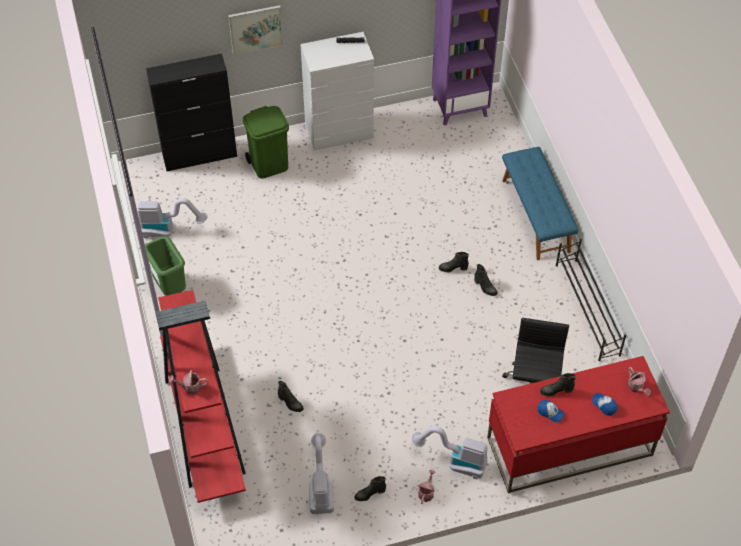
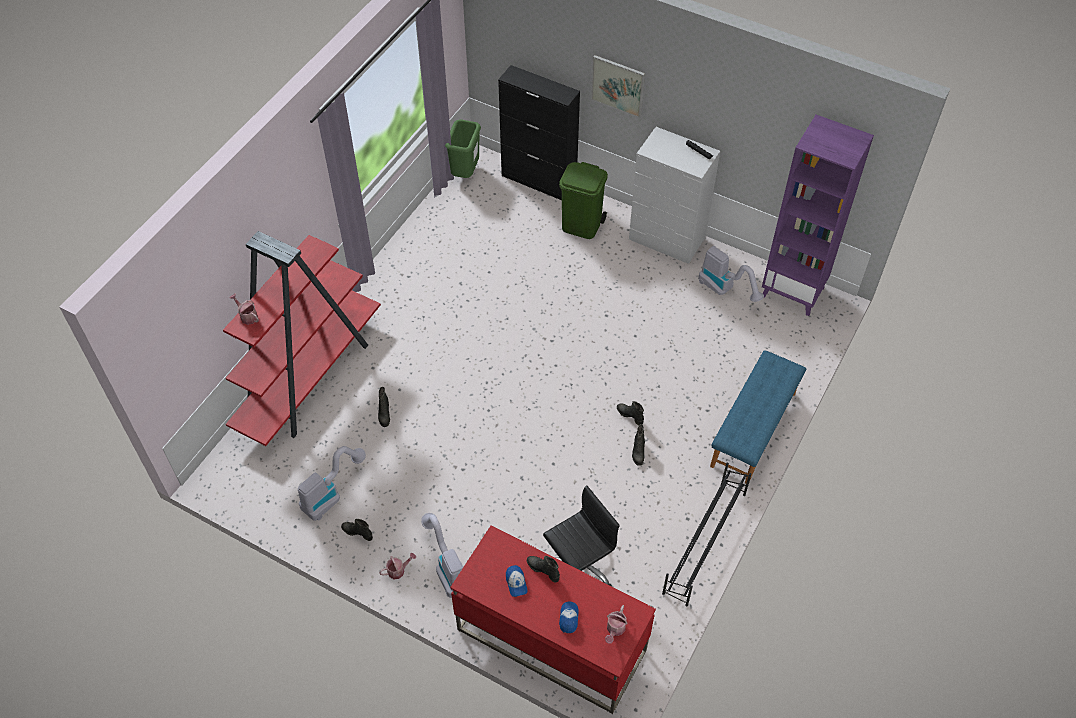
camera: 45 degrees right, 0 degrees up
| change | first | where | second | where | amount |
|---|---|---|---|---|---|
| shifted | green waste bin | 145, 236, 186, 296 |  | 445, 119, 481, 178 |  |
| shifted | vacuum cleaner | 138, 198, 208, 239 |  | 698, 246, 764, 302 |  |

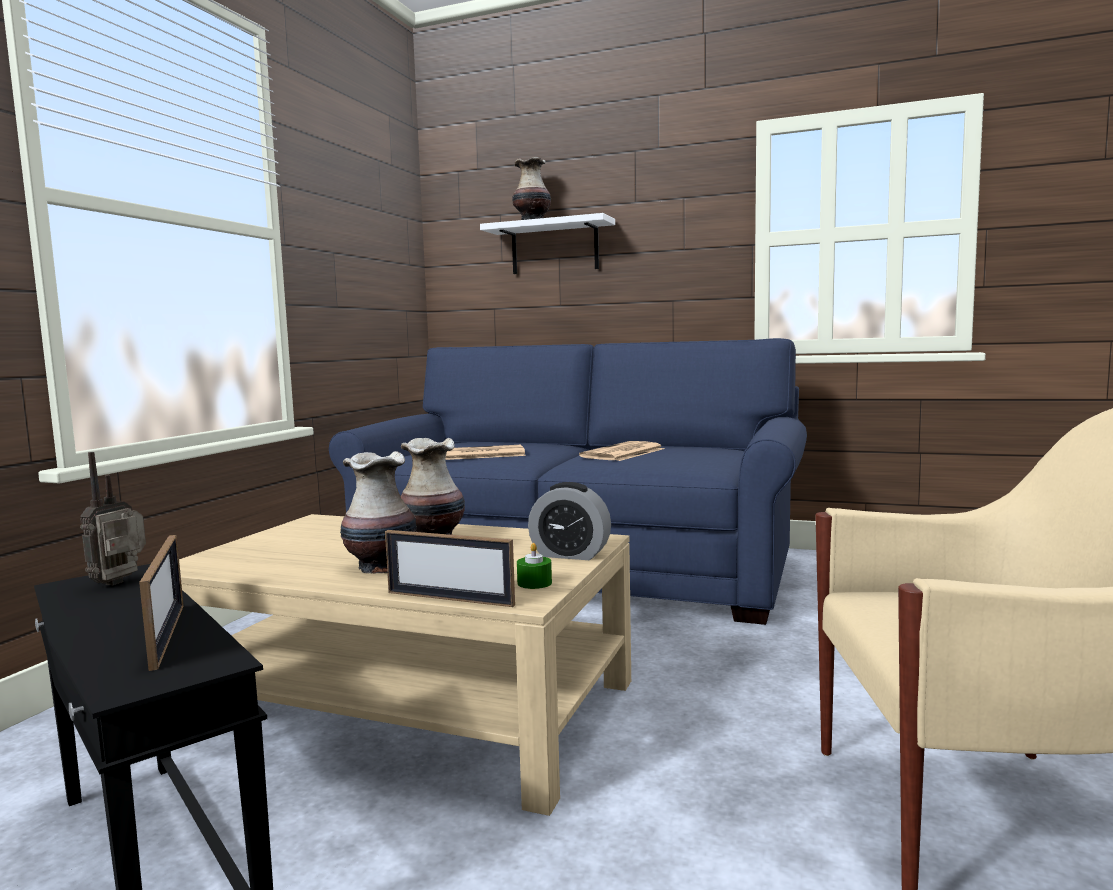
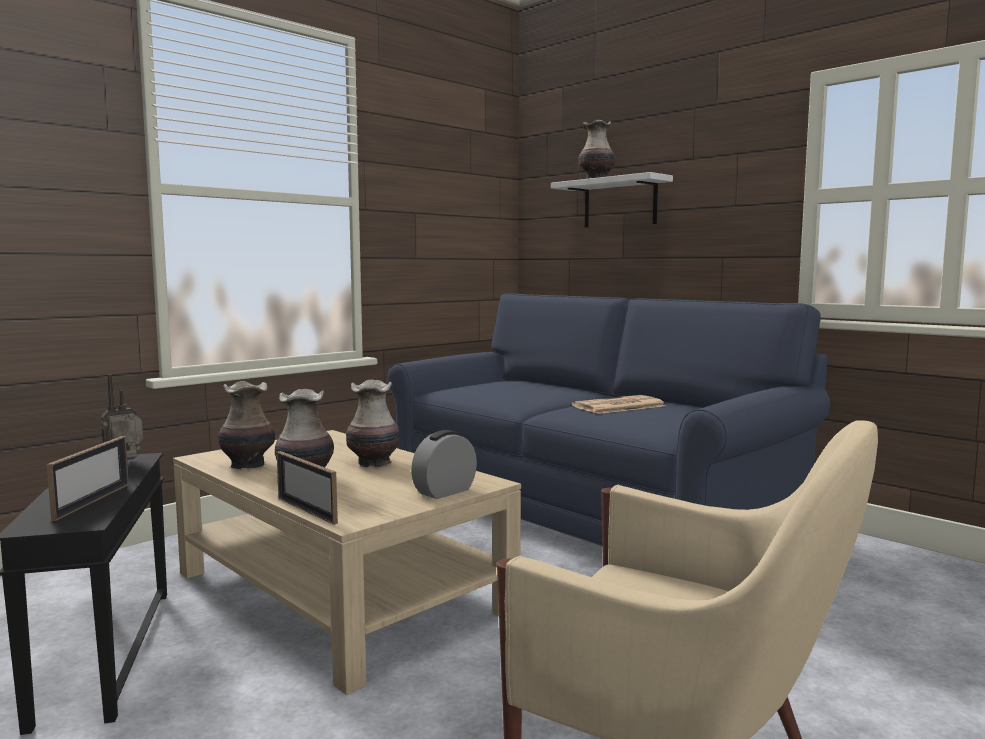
camera: 25 degrees right, 0 degrees up
| change | first | where | second | where | amount |
|---|---|---|---|---|---|
| new |  |  | vase | 218, 381, 275, 469 |  |
| rotated | table clock | 528, 482, 611, 560 |  | 411, 430, 477, 499 | 90 degrees clockwise |
| gone | printed paper | 445, 445, 526, 460 |  |  |  |
| gone | green wax light | 517, 543, 552, 589 |  |  |  |

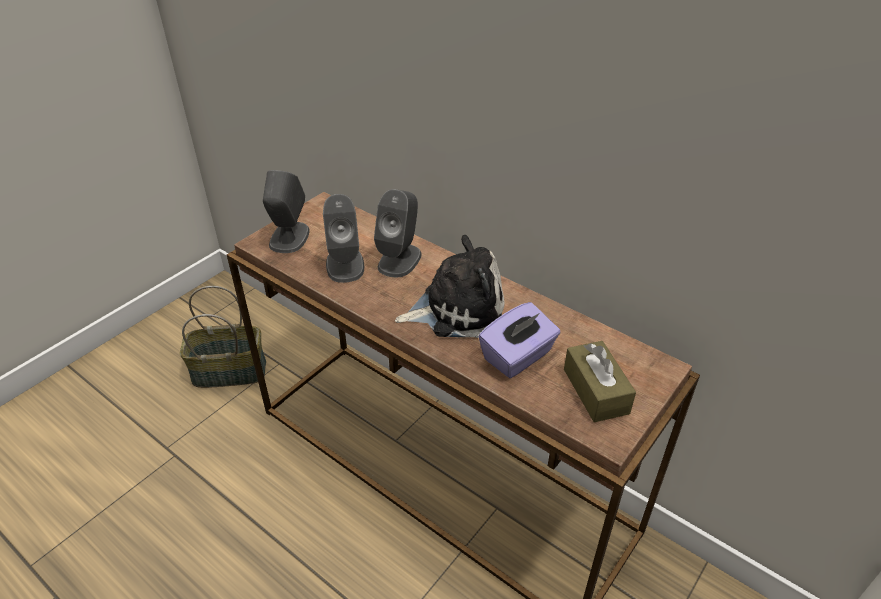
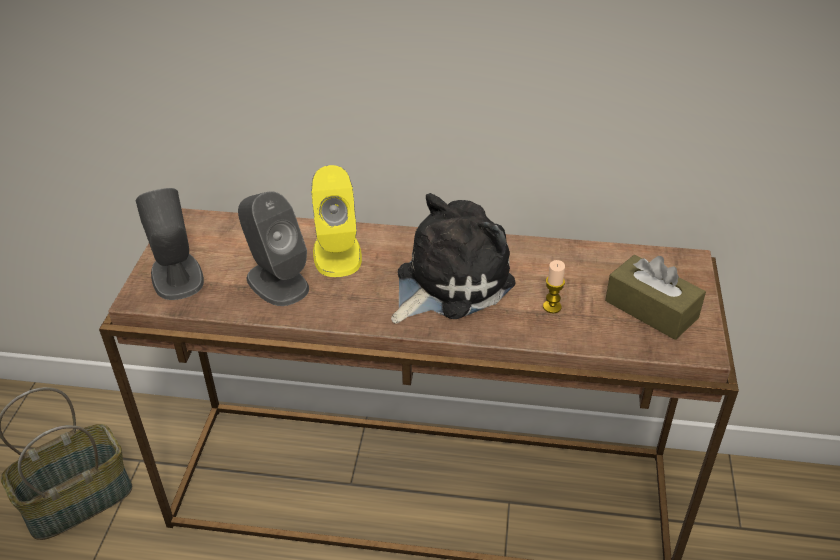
camera: 30 degrees left, 0 degrees up
| change | first | where | second | where | amount |
|---|---|---|---|---|---|
| repainted | grey speaker | 374, 189, 421, 278 | yellowish speaker | 311, 165, 362, 277 |  |
| swapped | purple-coloured box of tissues | 478, 302, 561, 378 | wax light | 543, 260, 565, 313 |  |

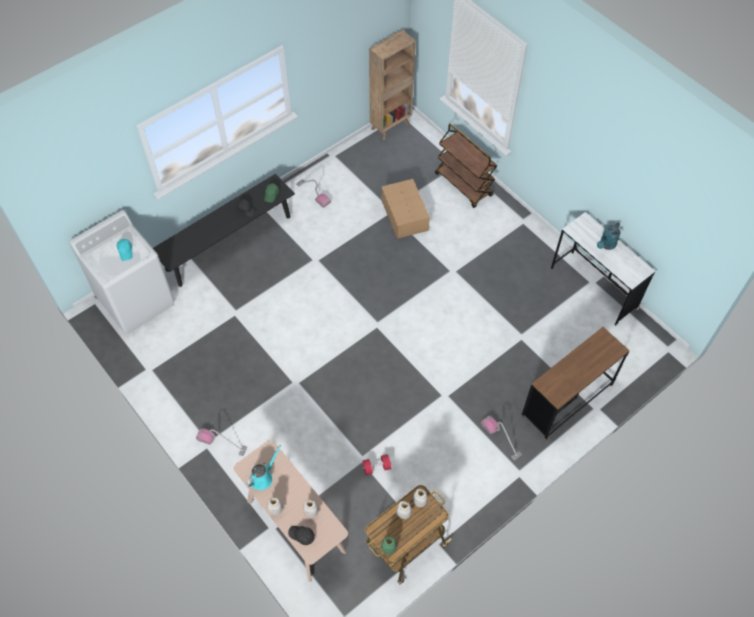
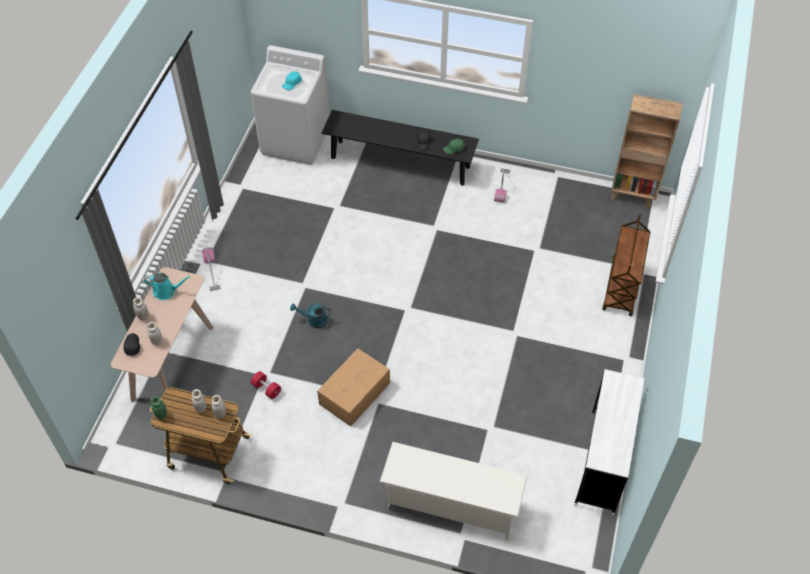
camera: 55 degrees right, 5 degrees down
| change | first | where | second | where | amount |
|---|---|---|---|---|---|
| shifted | turquoise-coloured sprinkling can | 597, 222, 621, 250 |  | 290, 303, 331, 328 |  |
| shifted | packing box | 381, 179, 430, 239 |  | 317, 348, 390, 426 |  |
| swapped | brown desk table | 520, 327, 630, 441 | white shoe shelf | 380, 442, 528, 541 |  |
| gone | vacuum cleaner | 481, 415, 522, 461 |  |  |  |

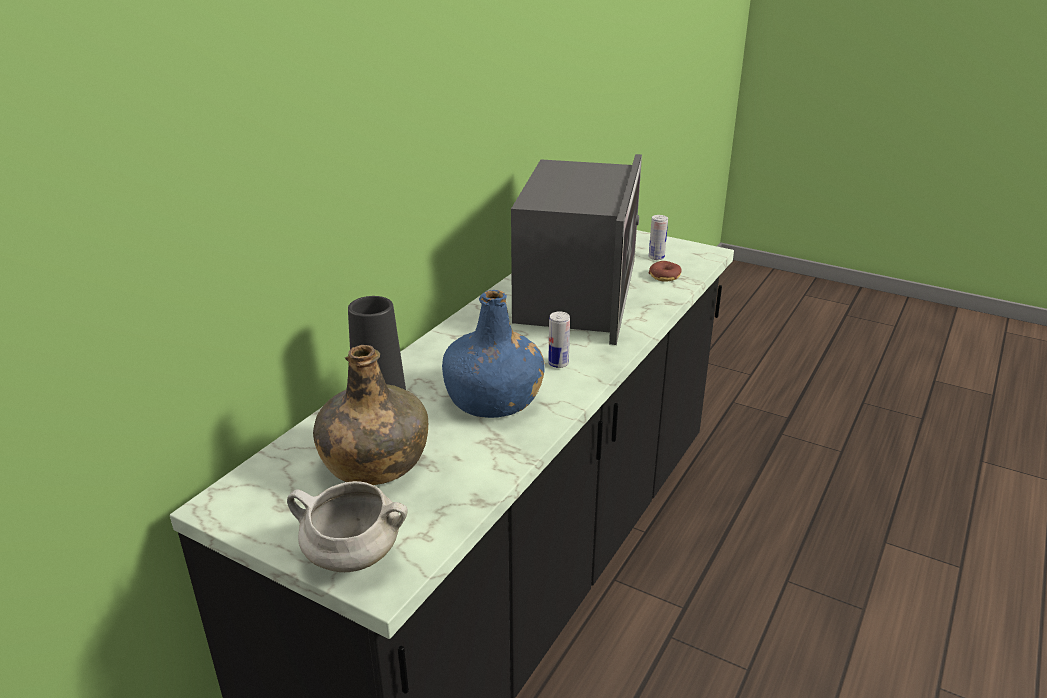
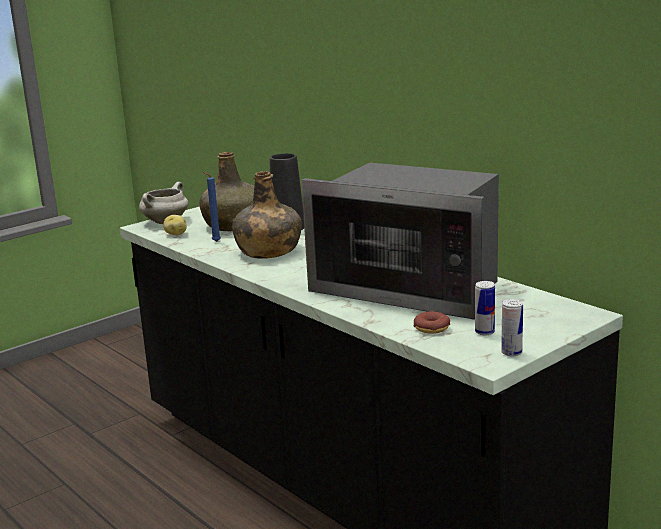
camera: 110 degrees right, 10 degrees down
| change | first | where | second | where | amount |
|---|---|---|---|---|---|
| new |  |  | spud | 163, 215, 187, 236 |  |
| new |  |  | blue-coloured wax light | 202, 171, 221, 242 |  |
| repainted | blue-coloured beverage bottle | 442, 290, 545, 418 | green beverage bottle | 232, 171, 302, 259 |  |
| shifted | metal can | 548, 311, 570, 368 |  | 501, 299, 523, 356 |  |

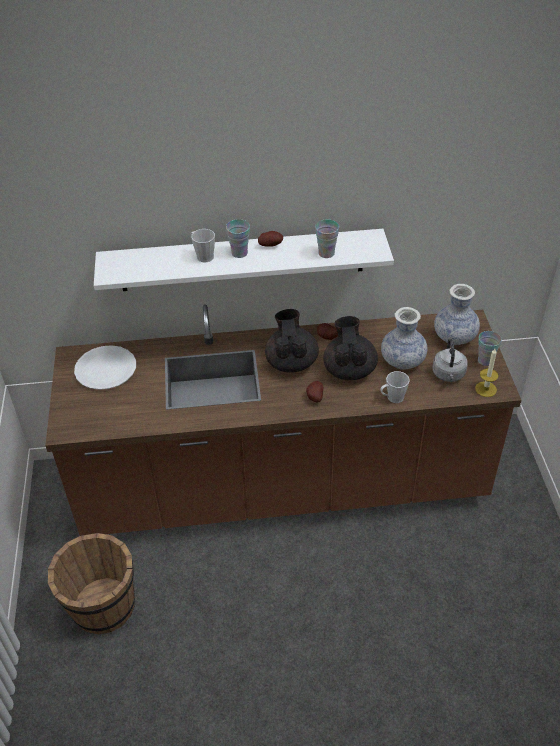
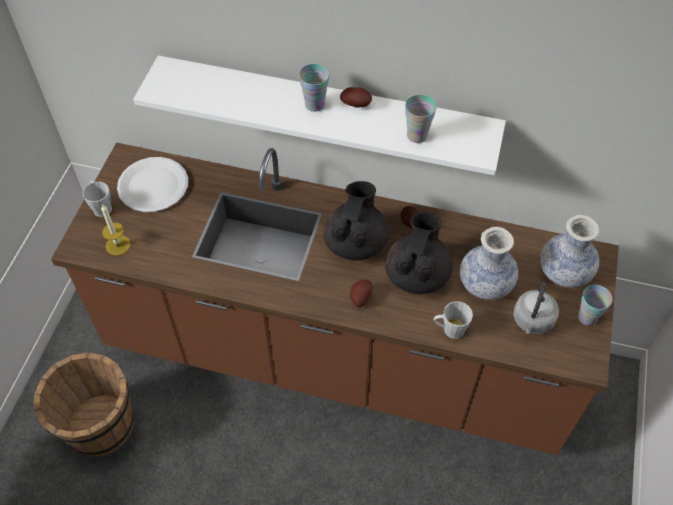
camera: 20 degrees right, 10 degrees up
| change | first | where | second | where | amount |
|---|---|---|---|---|---|
| shifted | grey mug | 190, 229, 215, 262 |  | 82, 181, 112, 217 |  |
| shifted | wax light | 475, 349, 499, 397 |  | 101, 204, 131, 256 |  |

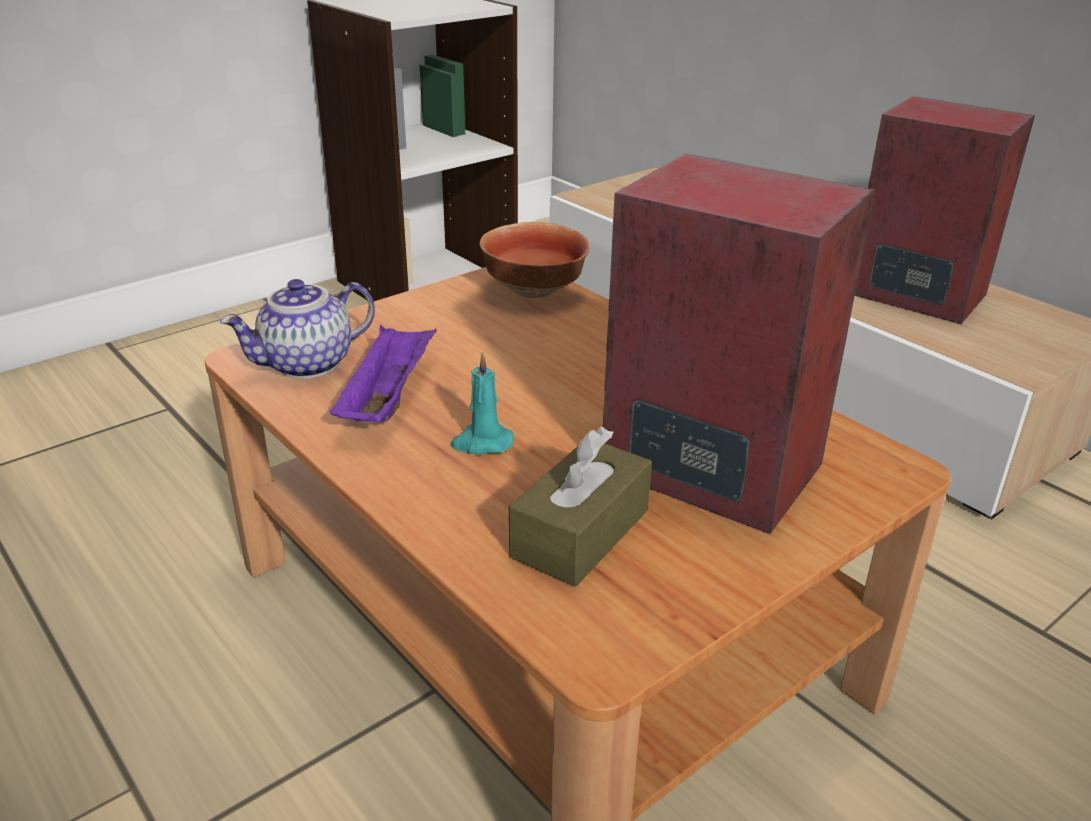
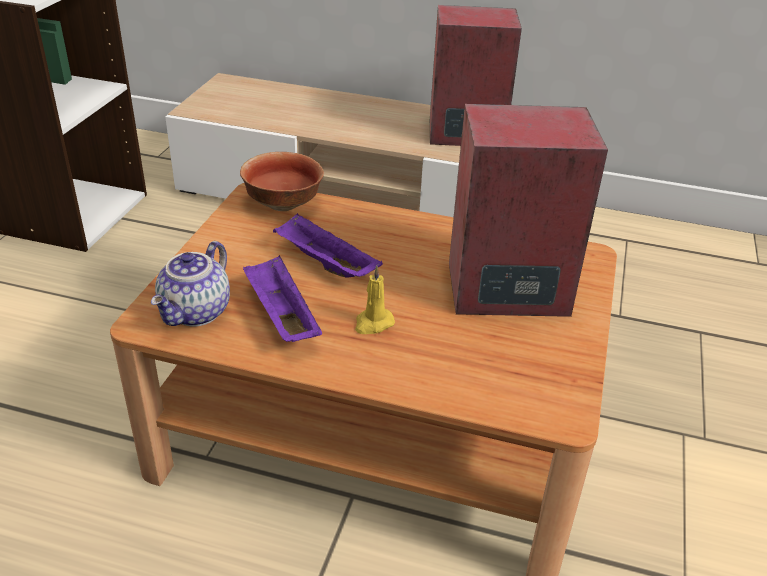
camera: 35 degrees left, 5 degrees up
| change | first | where | second | where | amount |
|---|---|---|---|---|---|
| new |  |  | purple-coloured carrying tray | 273, 213, 383, 278 |  |
| repainted | turquoise-coloured wax light | 450, 352, 514, 454 | yellowish wax light | 355, 265, 395, 334 |  |
| gone | brown box of tissues | 509, 427, 652, 587 |  |  |  |

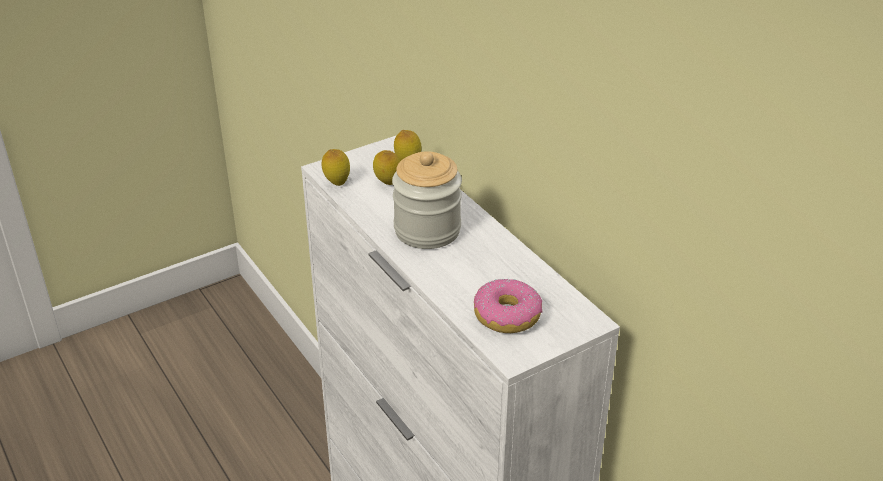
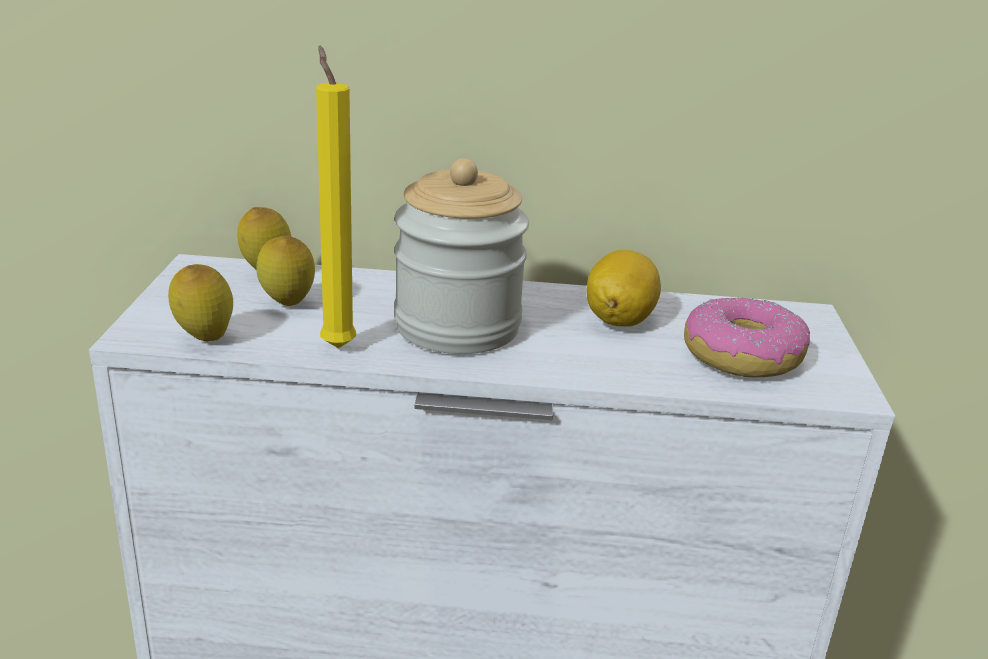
camera: 55 degrees left, 10 degrees down
| change | first | where | second | where | amount |
|---|---|---|---|---|---|
| new |  |  | yellowish wax light | 316, 46, 356, 348 |  |
| new |  |  | whole lemon | 587, 250, 661, 326 |  |

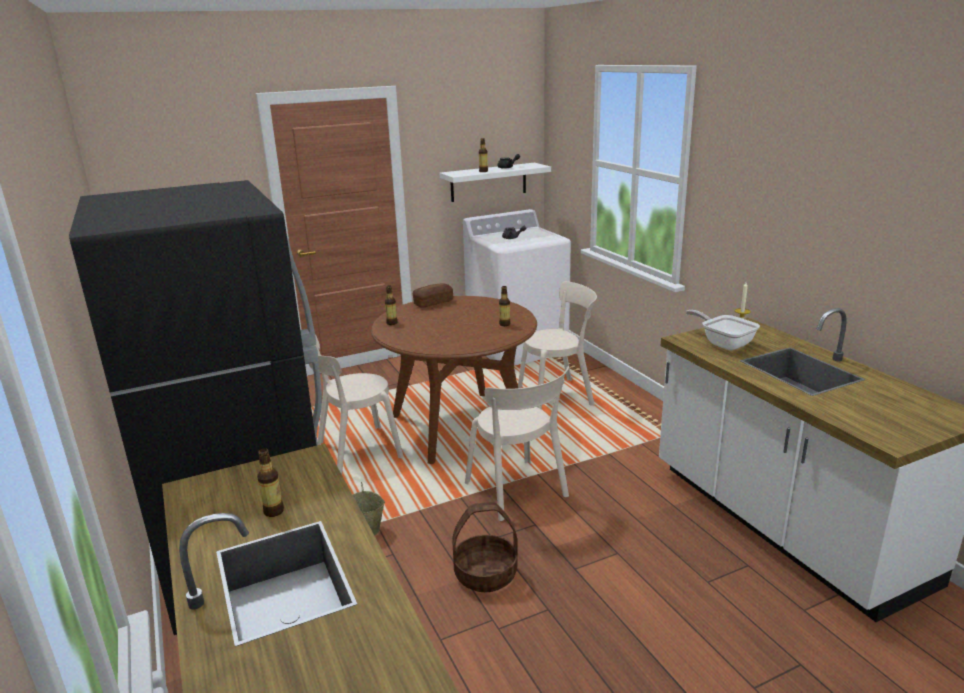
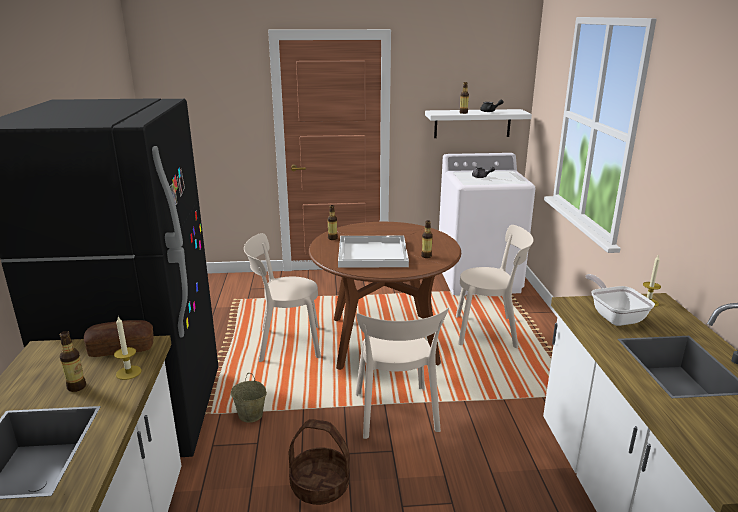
camera: 20 degrees right, 0 degrees up
| change | first | where | second | where | amount |
|---|---|---|---|---|---|
| shifted | bakery bread | 413, 283, 453, 308 |  | 84, 320, 153, 357 |  |
| new |  |  | wax light | 114, 317, 142, 380 |  |
| new |  |  | white carrying tray | 338, 236, 409, 268 |  |

